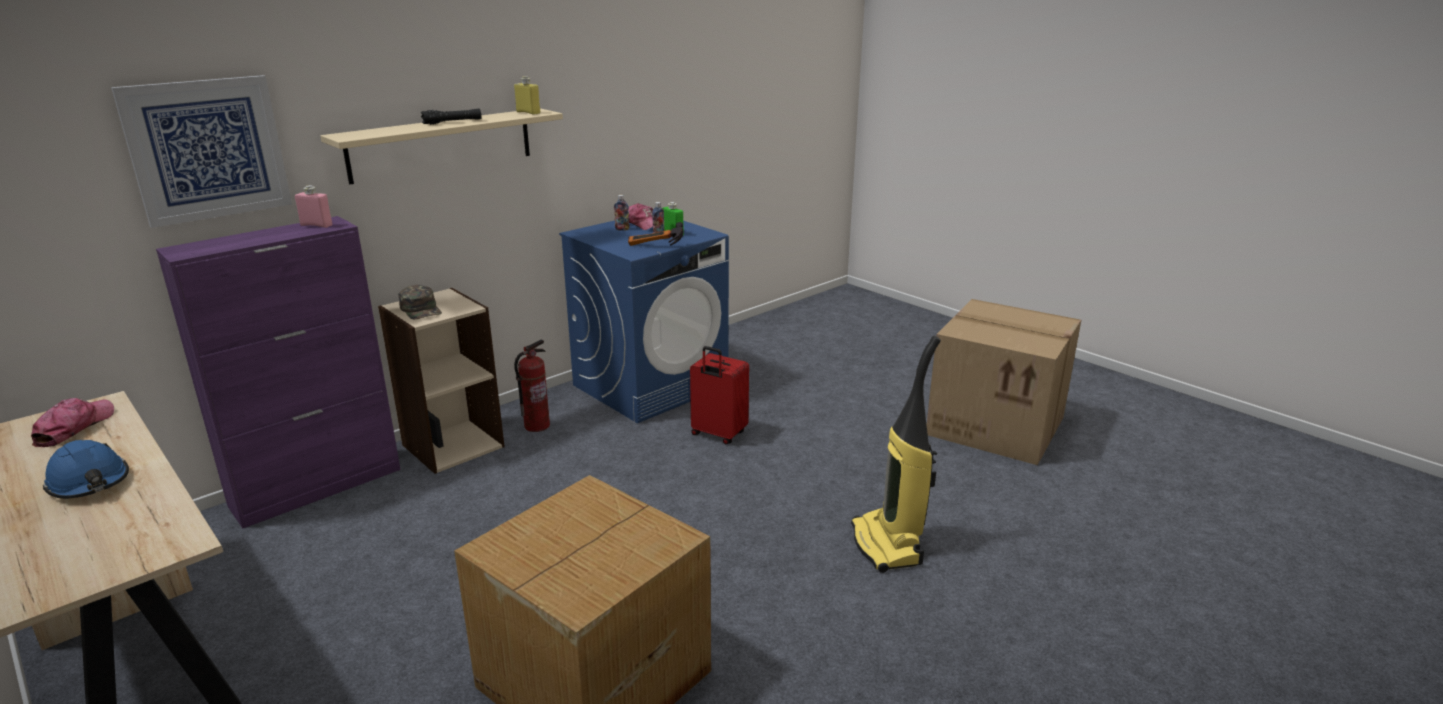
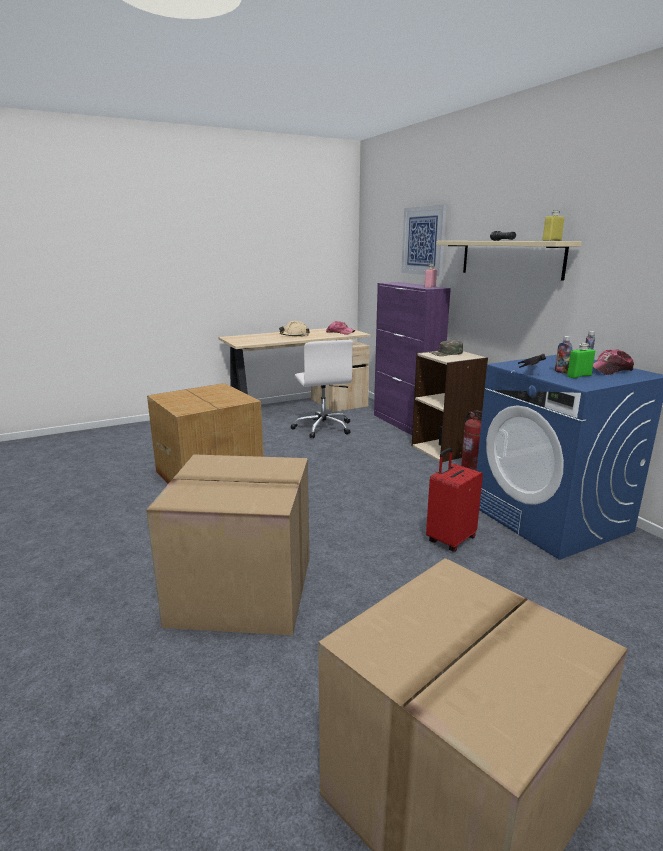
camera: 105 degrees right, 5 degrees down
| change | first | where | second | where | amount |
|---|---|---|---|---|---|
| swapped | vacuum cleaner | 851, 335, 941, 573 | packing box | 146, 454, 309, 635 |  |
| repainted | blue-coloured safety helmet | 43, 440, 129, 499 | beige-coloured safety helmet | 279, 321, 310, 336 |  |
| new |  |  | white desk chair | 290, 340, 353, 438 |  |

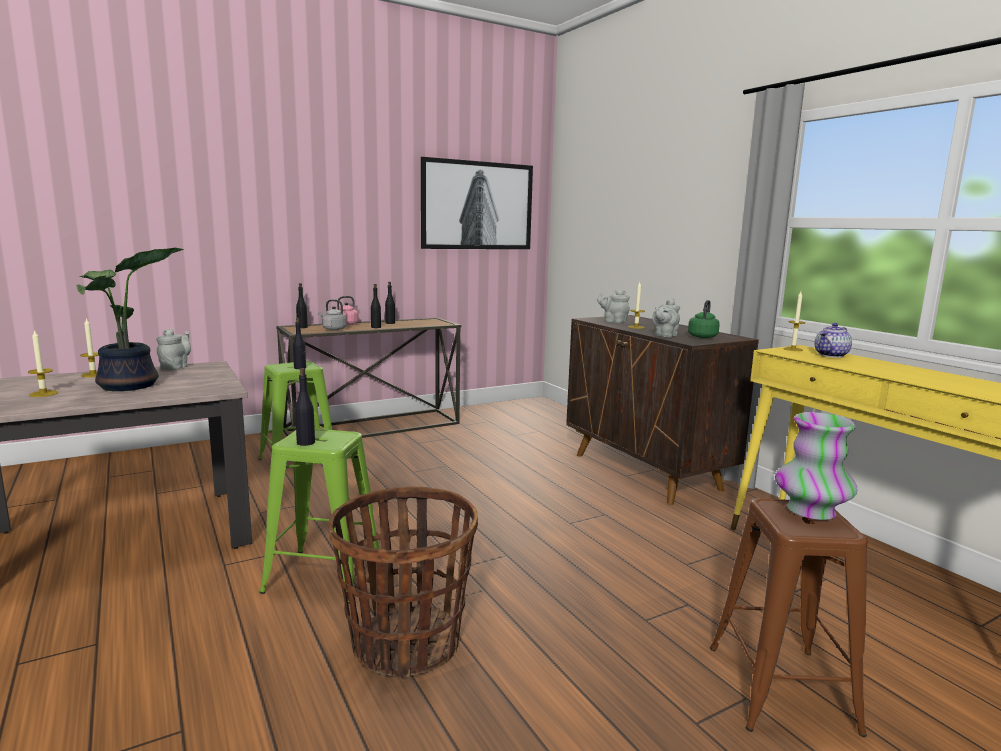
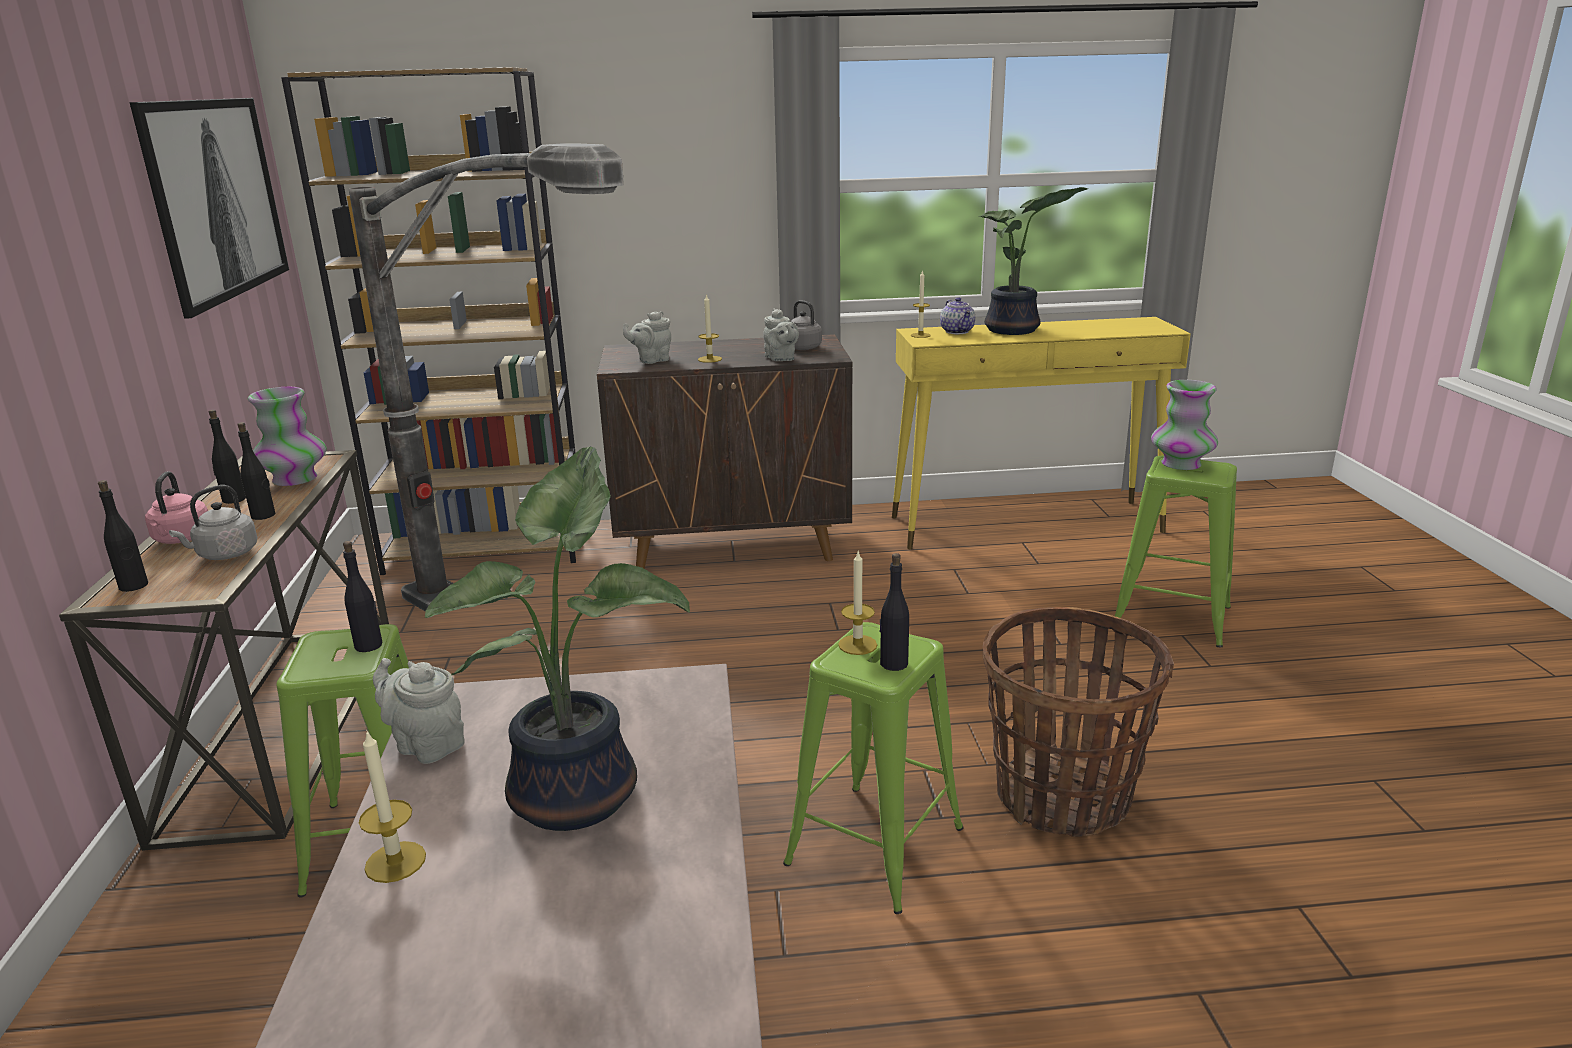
camera: 65 degrees left, 10 degrees up
| change | first | where | second | where | amount |
|---|---|---|---|---|---|
| new |  |  | vase | 248, 387, 327, 486 |  |
| new |  |  | brown shelving unit | 281, 67, 576, 575 |  |
| new |  |  | standing lamp | 348, 143, 624, 612 |  |
| repainted | green water kettle | 688, 300, 720, 338 | grey water kettle | 787, 300, 822, 350 |  |
| shifted | wax light | 28, 329, 58, 397 |  | 838, 552, 877, 655 |  |
| new |  |  | plant in a pot | 979, 187, 1089, 335 |  |
| repainted | brown sitting stool | 710, 498, 868, 737 | green sitting stool | 1115, 455, 1237, 647 |  |

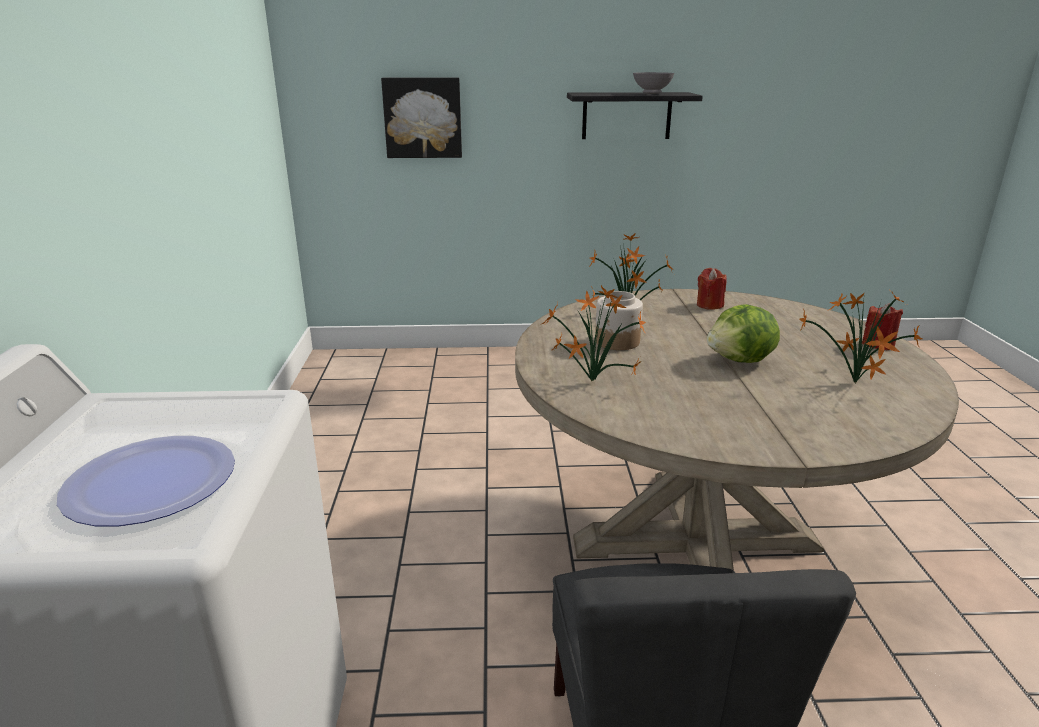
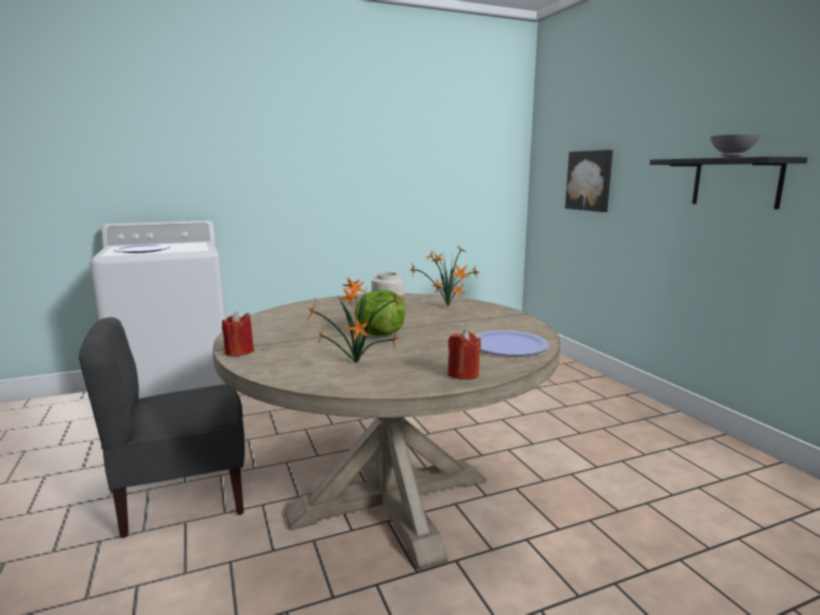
camera: 70 degrees right, 10 degrees down
| change | first | where | second | where | amount |
|---|---|---|---|---|---|
| shifted | red wax light | 697, 268, 727, 309 |  | 222, 311, 254, 356 |  |
| new |  |  | flat dish | 475, 330, 549, 356 |  |
| gone | plant in a pot | 542, 285, 646, 382 |  |  |  |

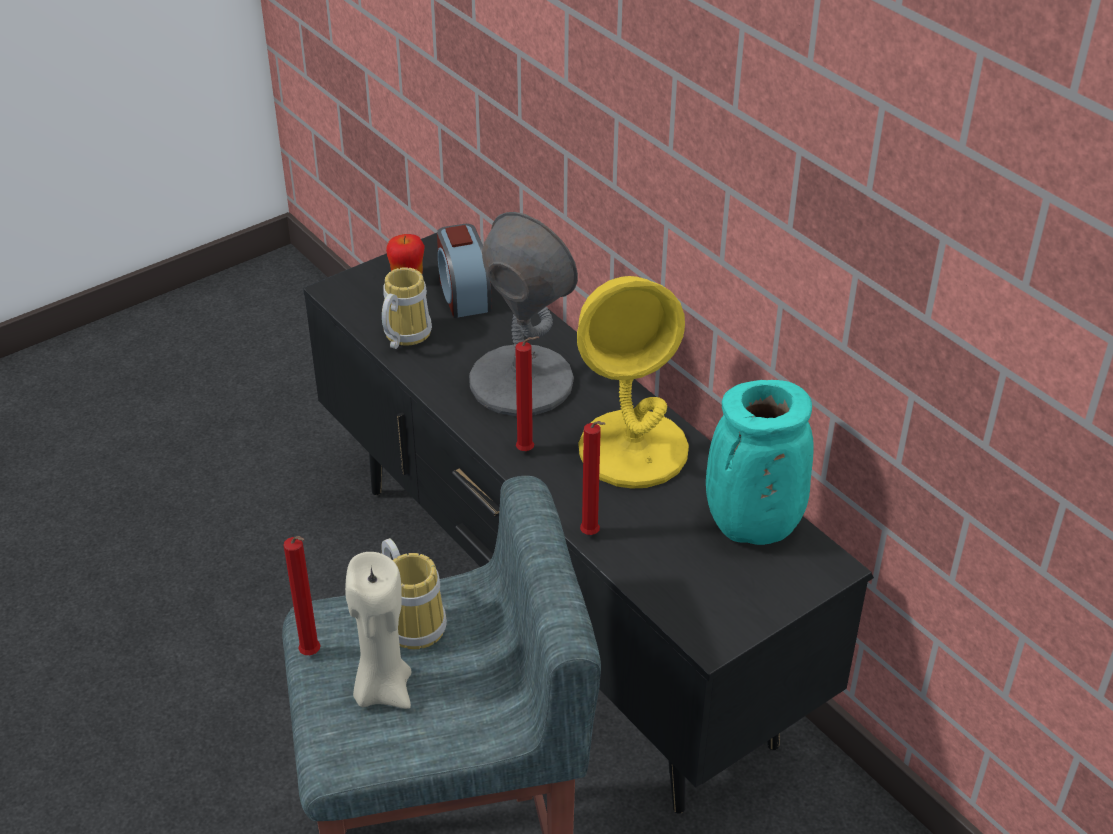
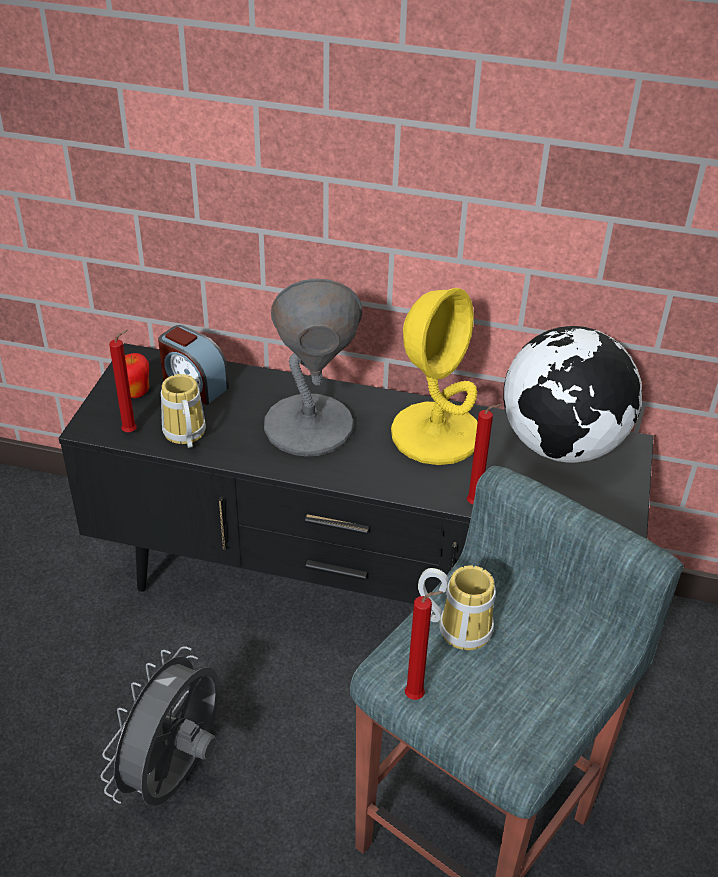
camera: 40 degrees left, 0 degrees up
| change | first | where | second | where | amount |
|---|---|---|---|---|---|
| new |  |  | grey fan | 101, 646, 220, 806 |  |
| shifted | red wax light | 515, 336, 539, 451 |  | 109, 329, 137, 432 |  |
| swapped | turquoise-coloured vase | 706, 380, 814, 545 | desk globe | 503, 326, 642, 463 |  |
| gone | beige-coloured wax light | 345, 552, 411, 709 |  |  |  |

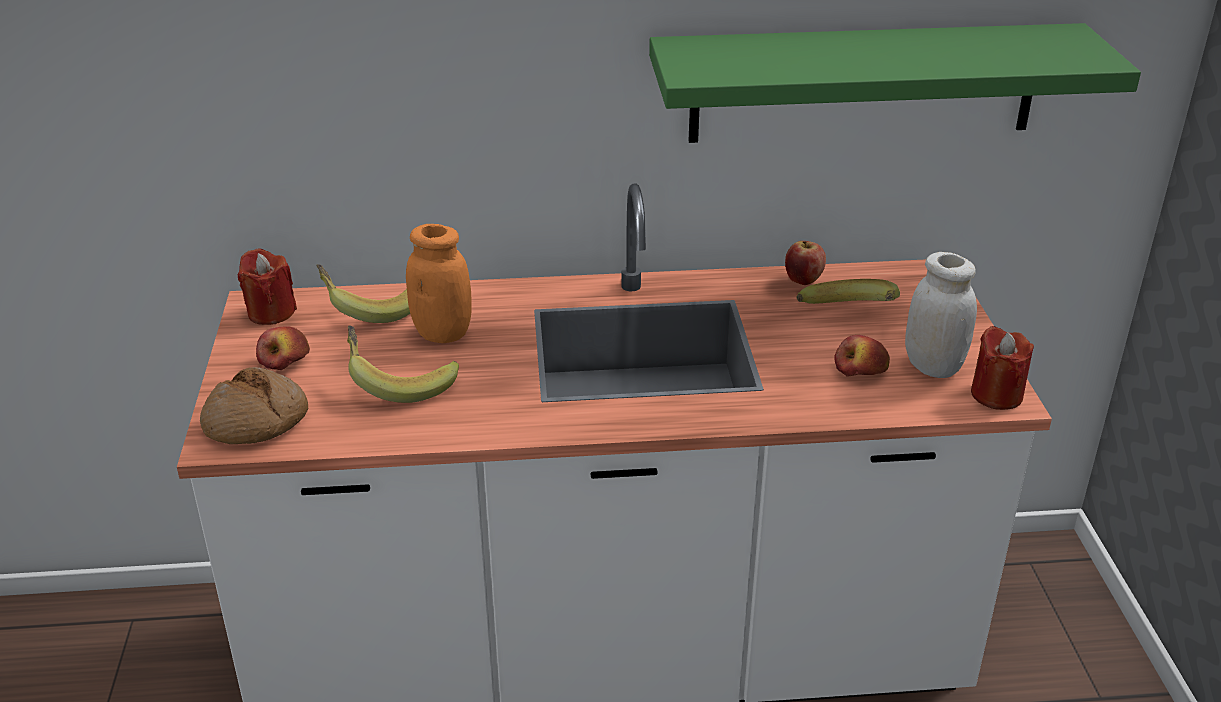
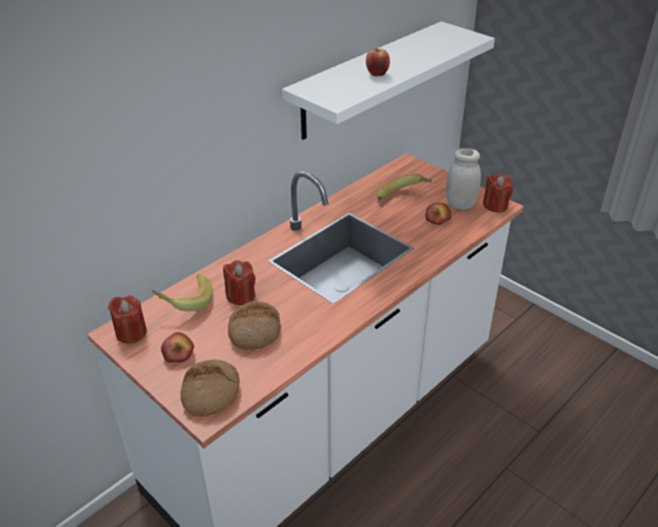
camera: 40 degrees left, 5 degrees up
| change | first | where | second | where | amount |
|---|---|---|---|---|---|
| swapped | orange preserve jar | 406, 224, 472, 343 | red wax light | 223, 260, 256, 305 |  |
| swapped | banana | 347, 326, 459, 403 | bakery bread | 228, 301, 281, 350 |  |
| repainted | green bracket shelf | 649, 23, 1141, 143 | white bracket shelf | 282, 21, 495, 140 |  |
| shifted | whole apple | 785, 241, 826, 285 |  | 366, 48, 390, 76 |  |

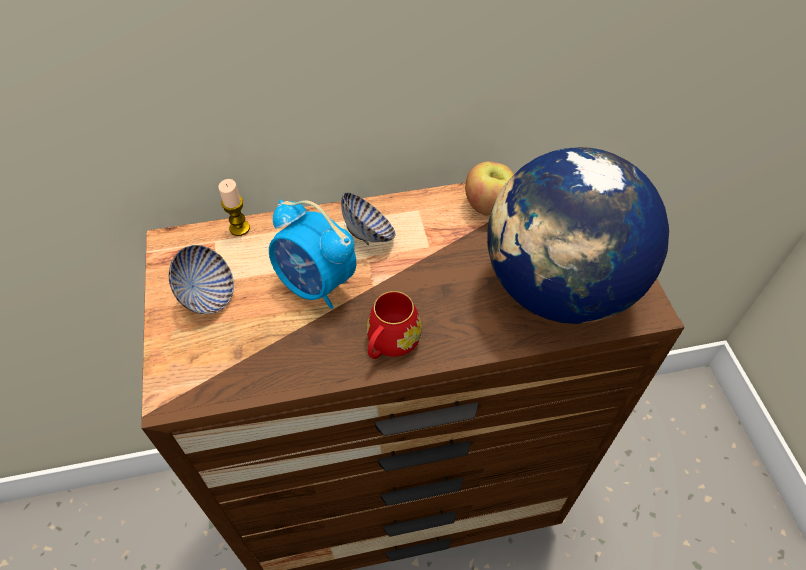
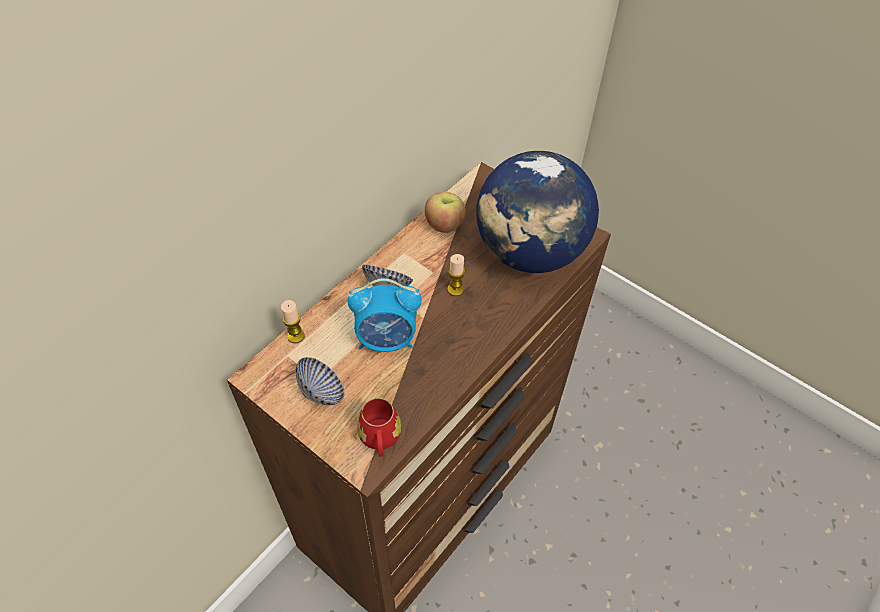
camera: 40 degrees left, 0 degrees up
| change | first | where | second | where | amount |
|---|---|---|---|---|---|
| shifted | red mug | 367, 291, 422, 359 |  | 357, 398, 402, 457 |  |
| new |  |  | wax light | 447, 254, 465, 296 |  |

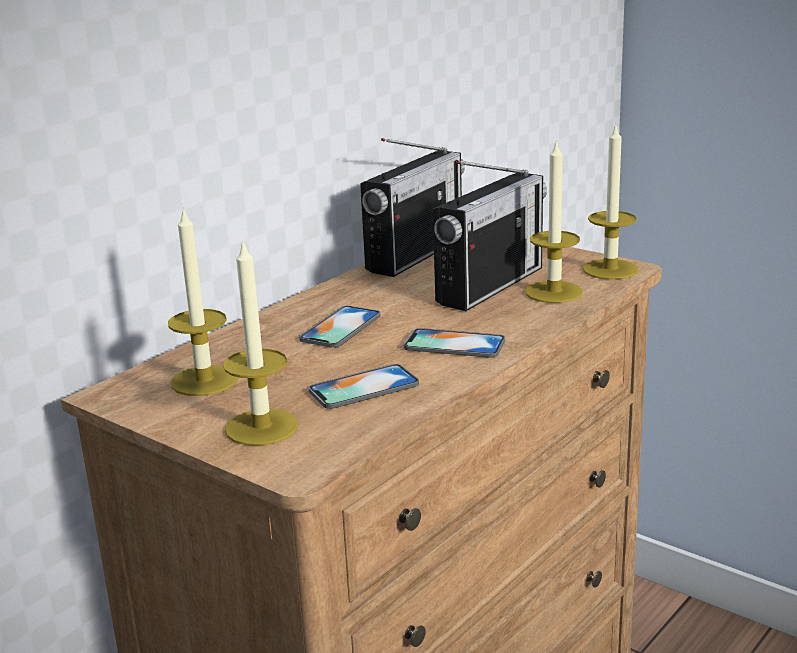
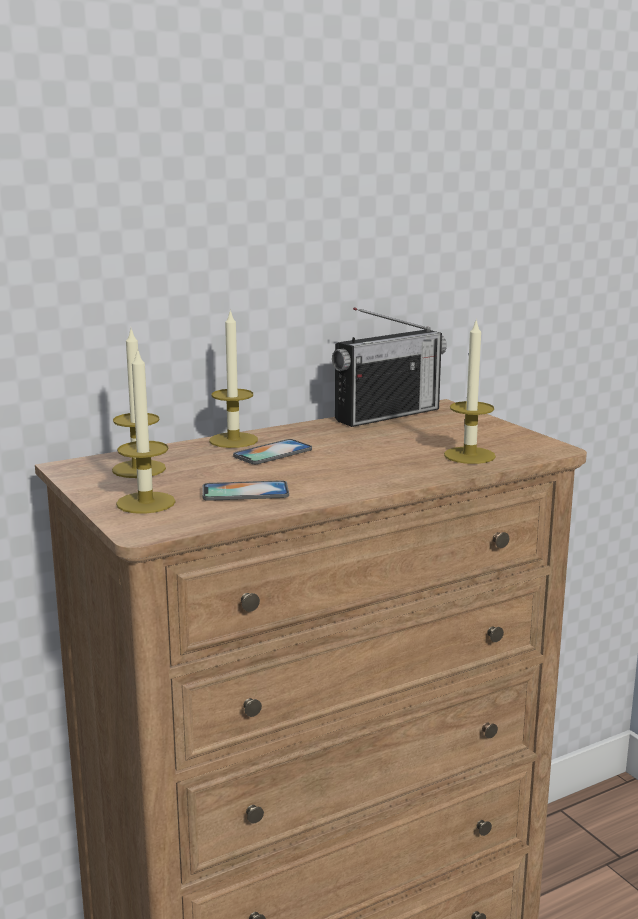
camera: 20 degrees right, 5 degrees down
| change | first | where | second | where | amount |
|---|---|---|---|---|---|
| shifted | wax light | 582, 124, 639, 280 |  | 209, 309, 258, 448 |  |
| gone | handset | 404, 328, 505, 358 |  |  |  |
| gone | radio | 433, 161, 547, 311 |  |  |  |

